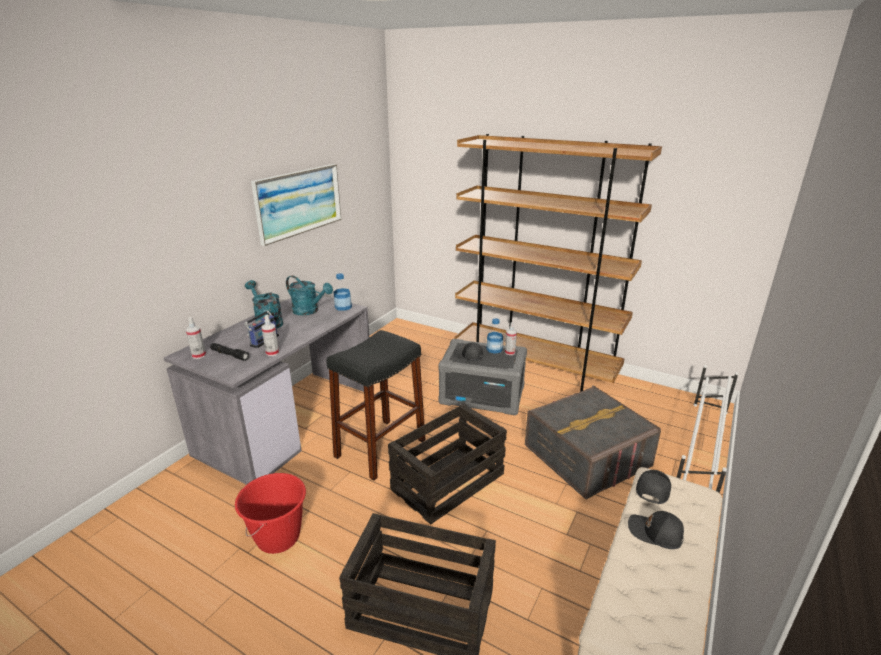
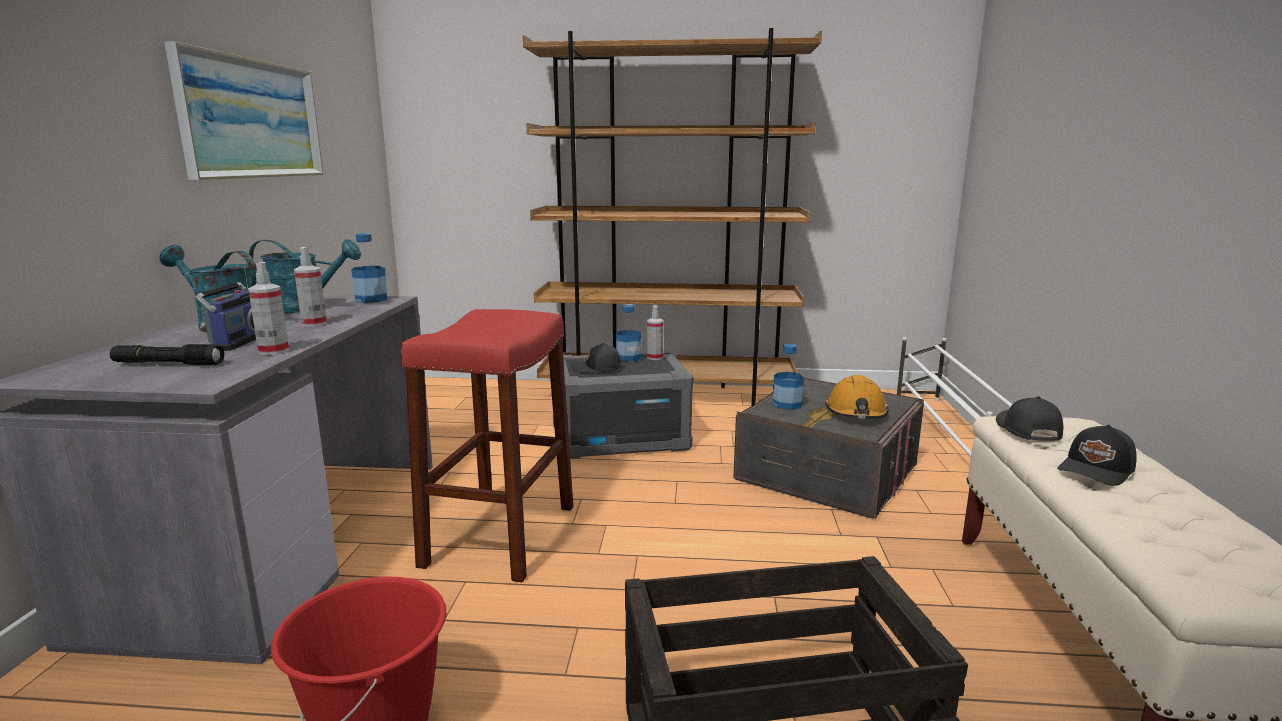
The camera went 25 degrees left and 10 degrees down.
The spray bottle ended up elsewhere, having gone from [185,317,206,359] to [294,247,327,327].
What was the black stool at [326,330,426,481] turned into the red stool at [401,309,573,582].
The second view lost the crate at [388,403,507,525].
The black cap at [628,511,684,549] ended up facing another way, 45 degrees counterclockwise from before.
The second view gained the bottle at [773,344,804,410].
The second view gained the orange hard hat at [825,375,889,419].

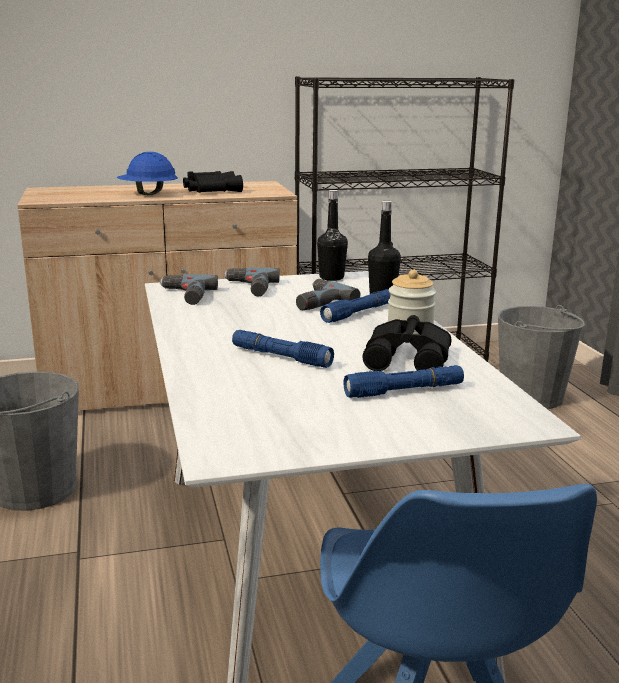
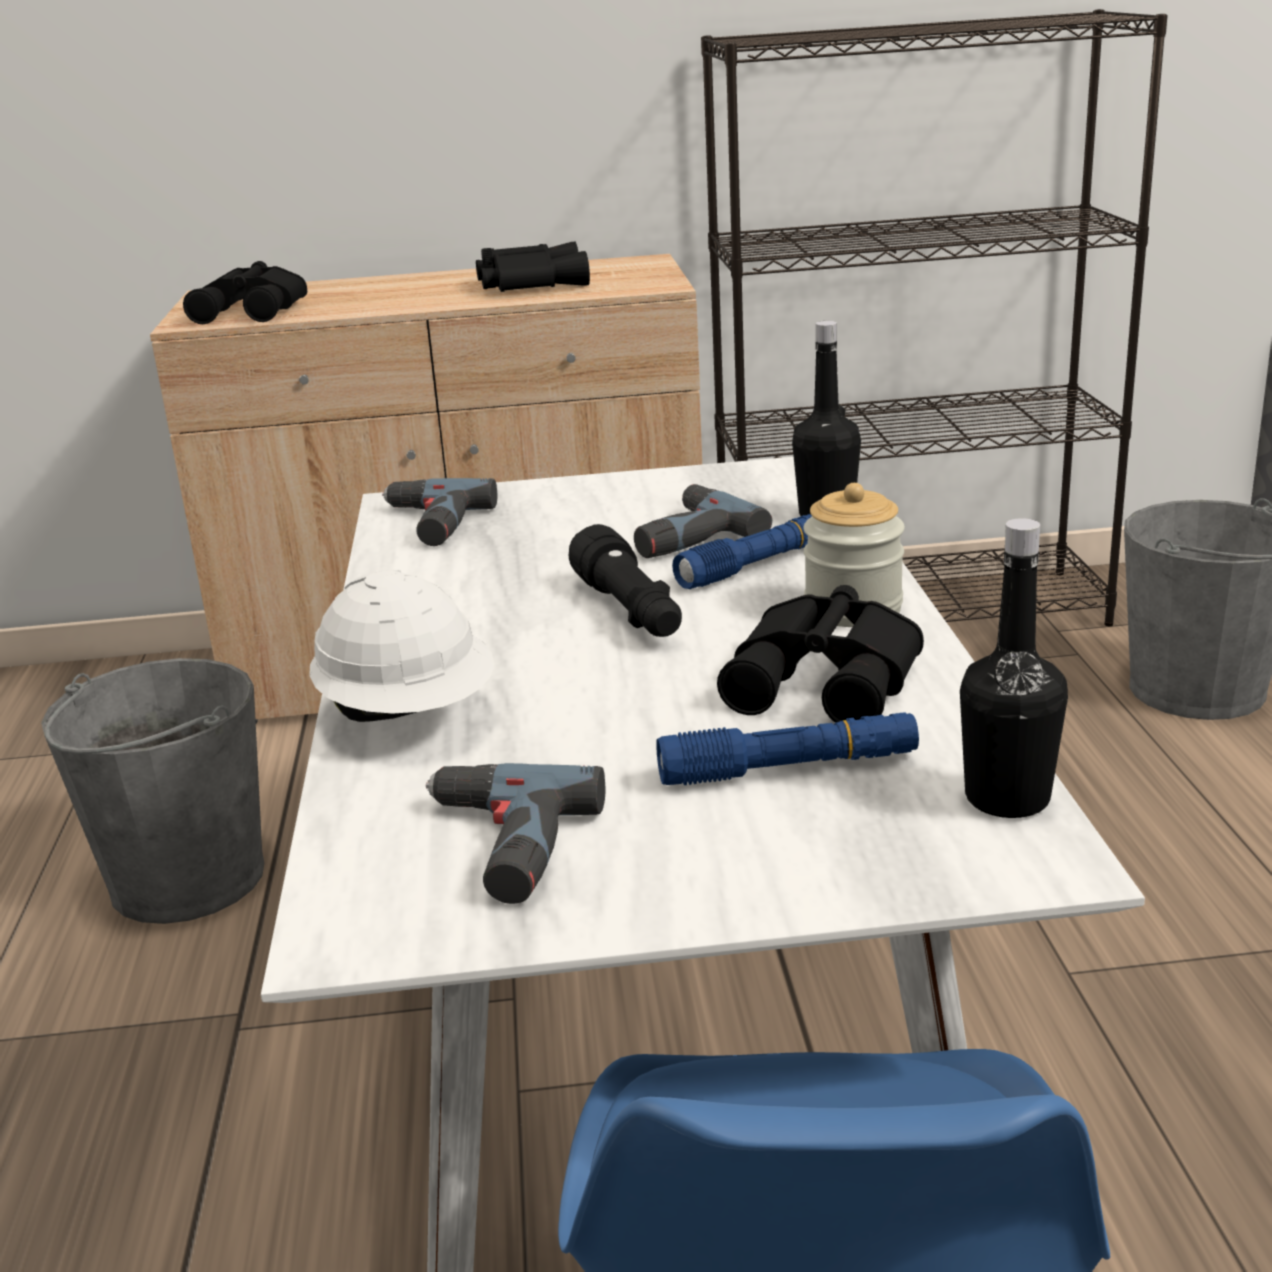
The camera went 10 degrees right and 5 degrees up.
The second view lost the blue hard hat at [117,152,178,195].
The power drill ended up elsewhere, having gone from [224,267,280,296] to [426,763,605,904].
The second view lost the blue flashlight at [232,330,334,368].
The black bottle ended up elsewhere, having gone from [317,190,348,281] to [960,518,1068,818].
The second view gained the black binoculars at [183,261,307,324].
The second view gained the white hard hat at [309,570,494,722].
The second view gained the black flashlight at [569,524,682,637].

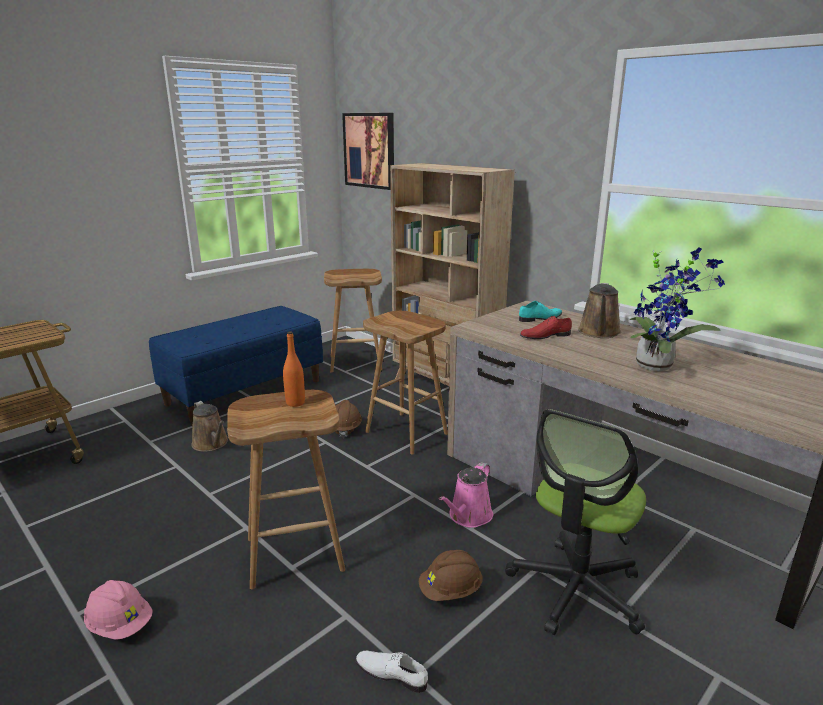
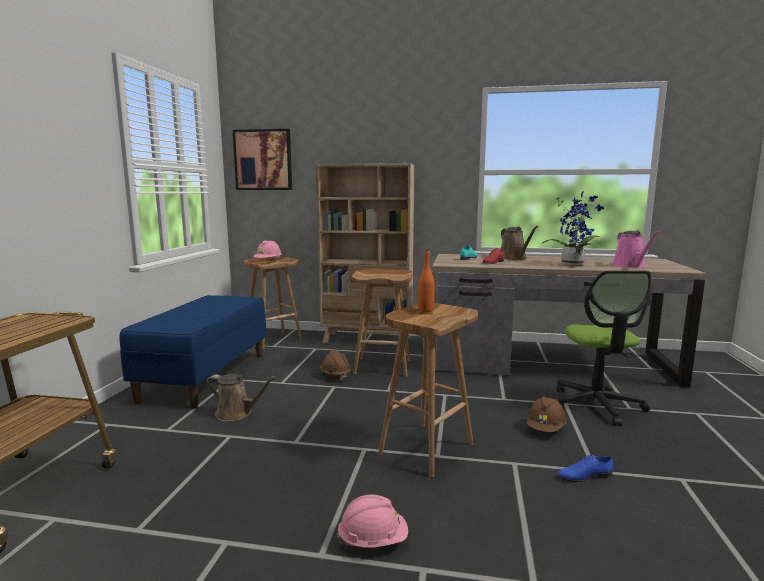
The camera went 35 degrees left and 10 degrees down.
What was the white shoe at [355,651,428,693] turned into the blue shoe at [557,454,613,482].
The pink watering can ended up elsewhere, having gone from [439,462,493,528] to [613,230,659,268].
The second view gained the pink hard hat at [253,241,282,260].

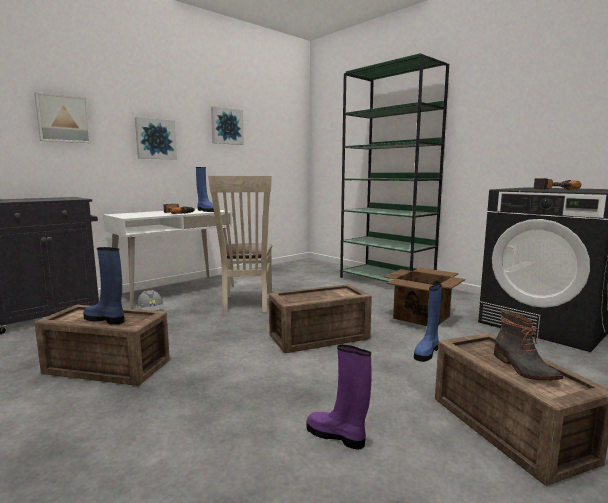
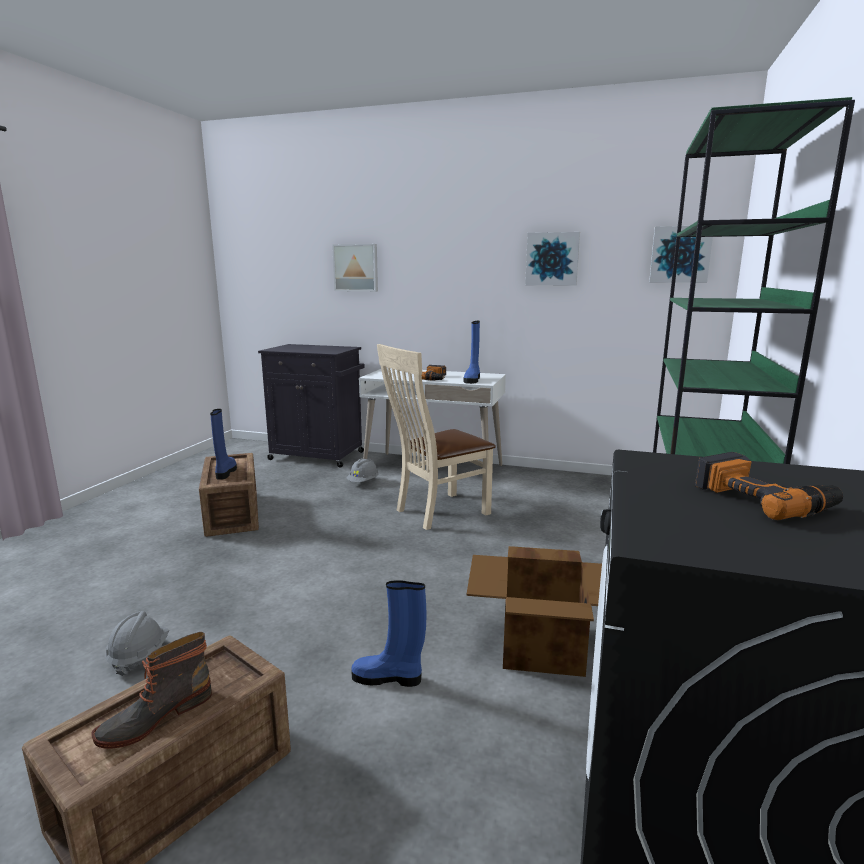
The camera went 60 degrees right and 5 degrees up.
The picture ended up elsewhere, having gone from [135,117,177,159] to [649,226,713,283].
The second view lost the crate at [269,284,372,353].
Where the purple boot stood at [306,345,371,450], the grey hard hat came to stand at [105,611,169,676].

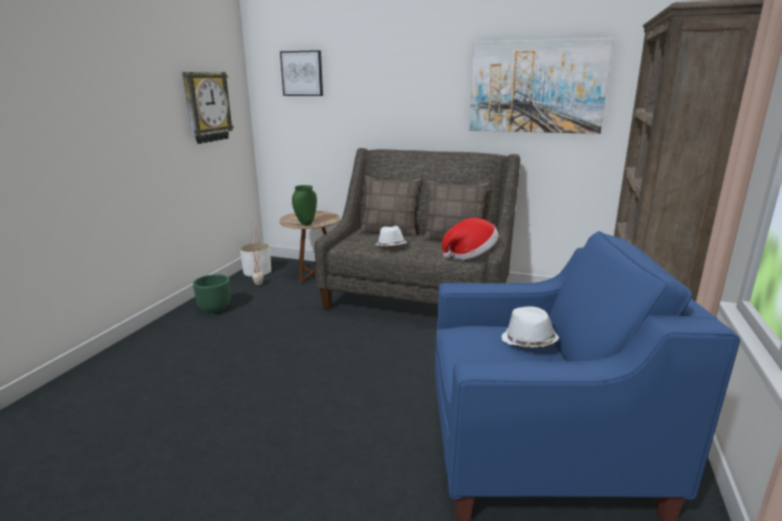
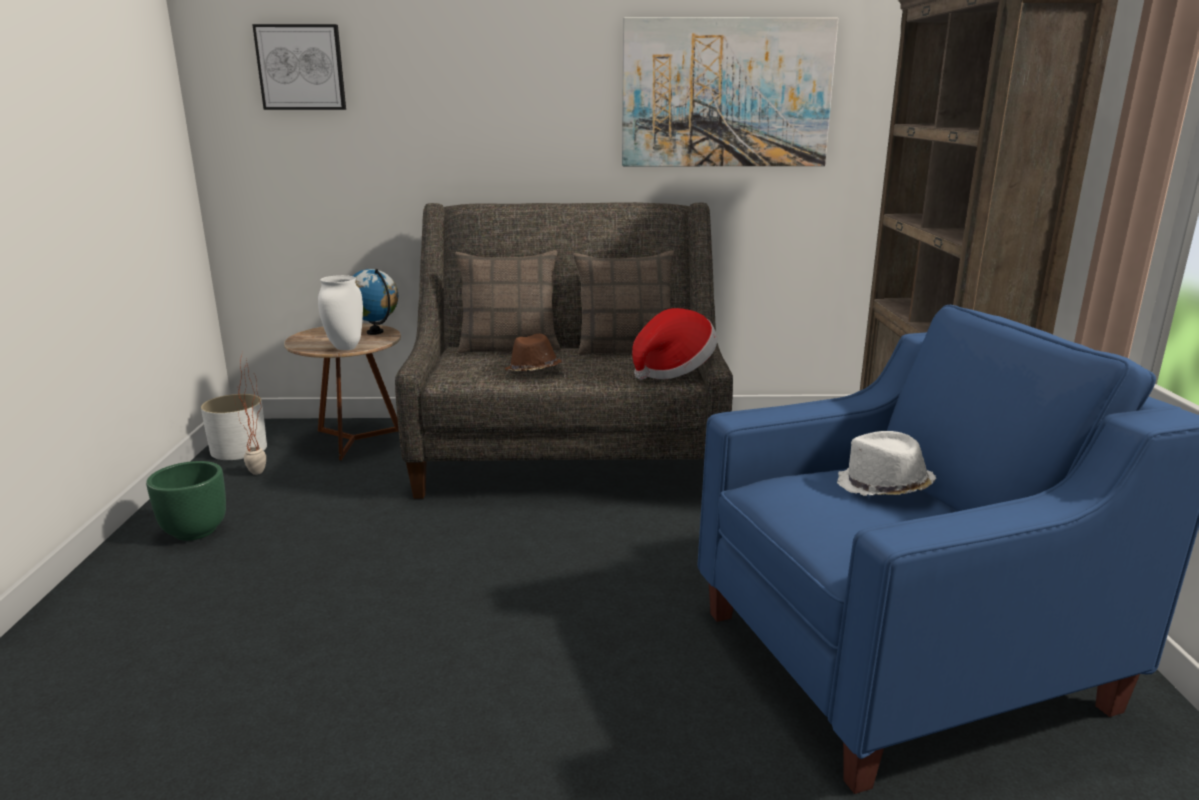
The camera went 20 degrees left and 0 degrees up.
The second view lost the wall clock at [182,72,234,144].
What was the green vase at [292,185,317,225] turned into the white vase at [318,275,363,350].
What was the white hat at [375,226,407,246] turned into the brown hat at [505,334,562,371].
The second view gained the globe at [353,269,399,335].

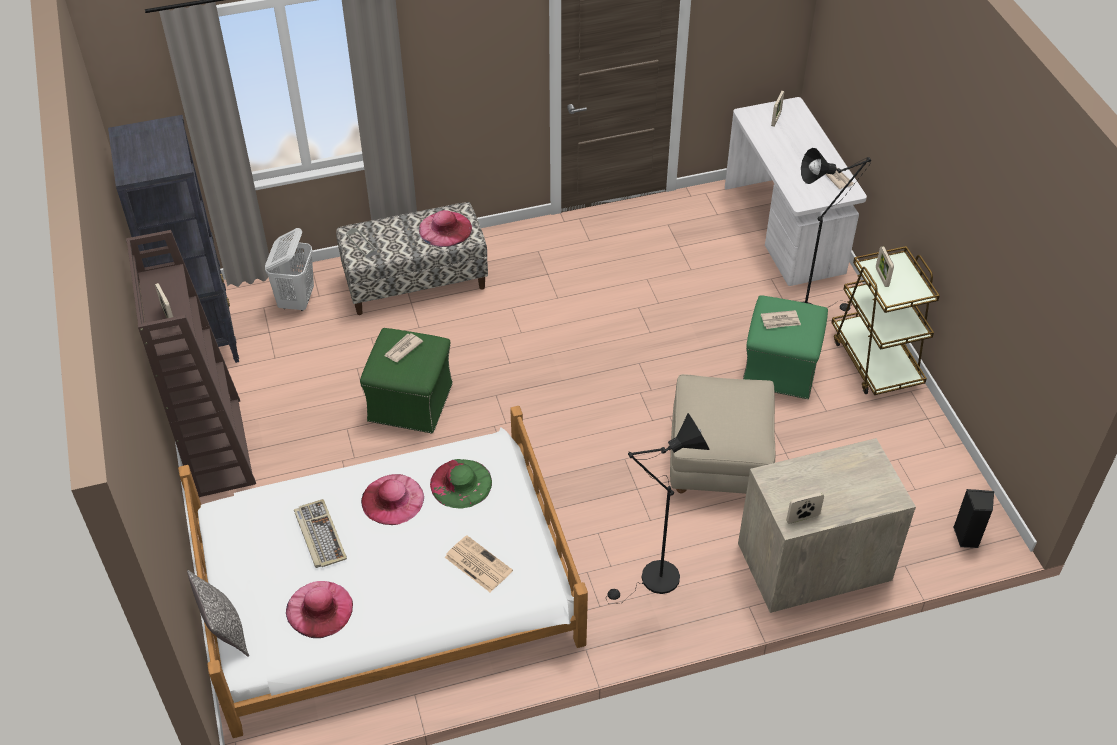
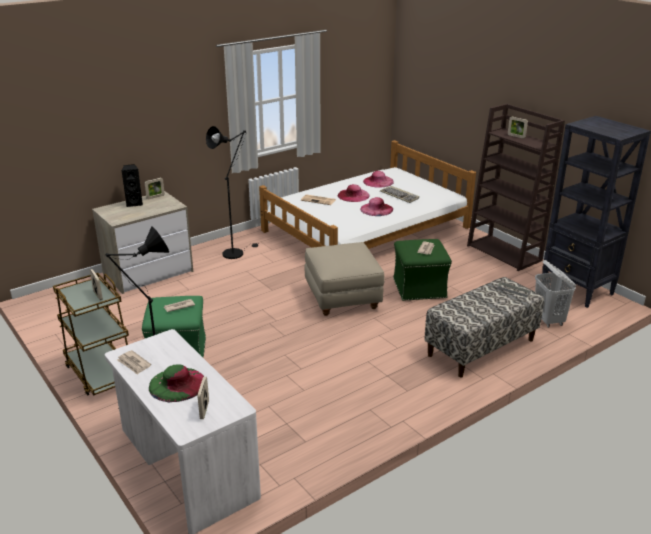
The camera went 160 degrees right and 20 degrees down.
The second view lost the pillow at [187,570,249,657].
The pink hat ended up elsewhere, having gone from [419,210,472,247] to [337,184,370,202].
The green hat ended up elsewhere, having gone from [430,459,492,509] to [149,364,204,403].
The beige ottoman ended up elsewhere, having gone from [670,374,775,494] to [304,242,385,316].
The black speaker ended up elsewhere, having gone from [953,489,994,548] to [122,164,143,207].

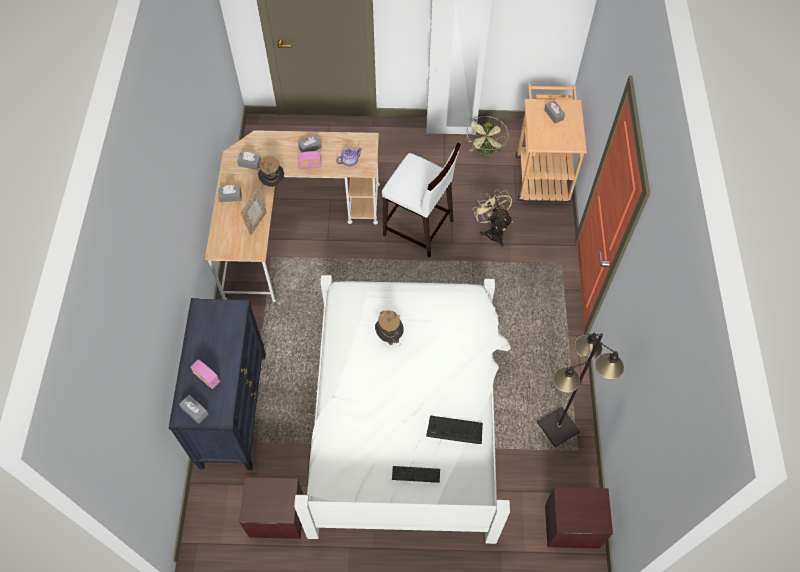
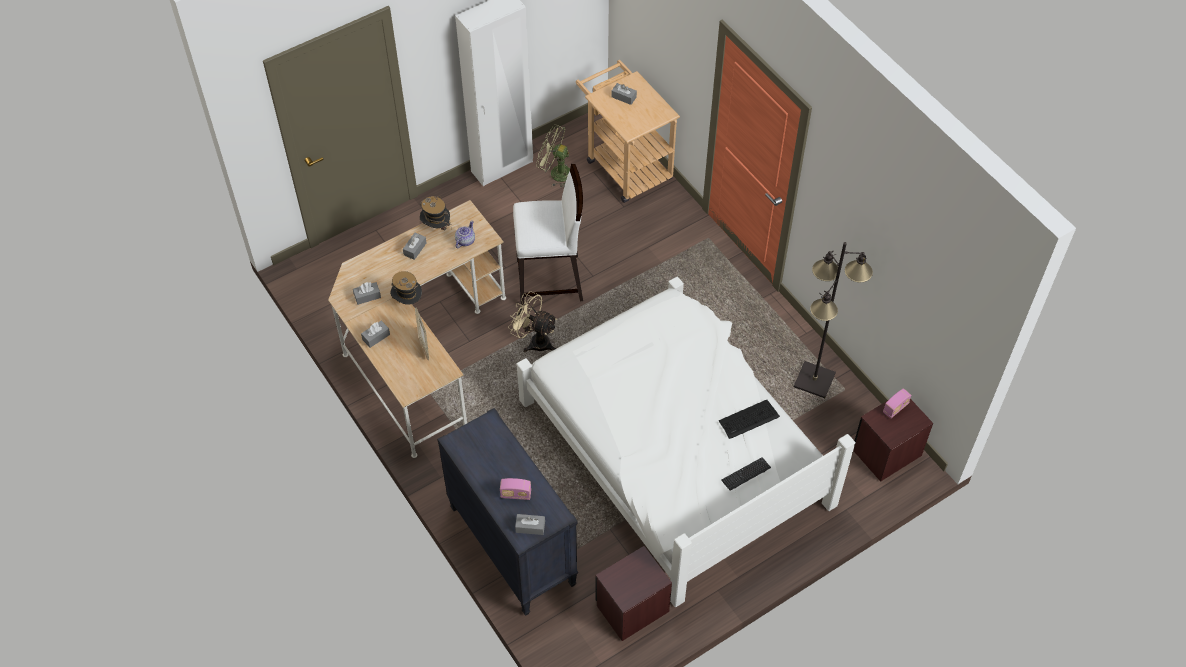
The camera went 35 degrees left and 5 degrees down.
The radio ended up elsewhere, having gone from [298,151,322,169] to [883,388,911,418].
The hat ended up elsewhere, having gone from [375,310,404,345] to [420,196,452,230].
The green fan at [466,116,509,155] ended up facing another way, 135 degrees clockwise from before.
The beige fan ended up elsewhere, having gone from [473,189,513,247] to [508,291,557,352].

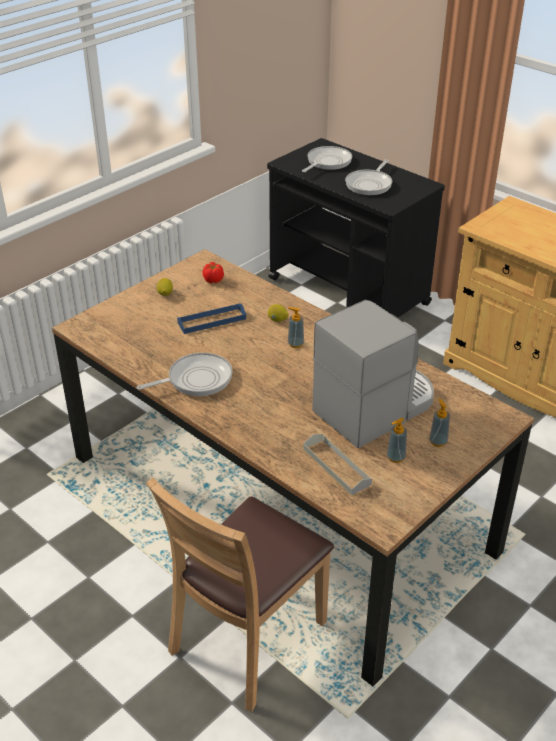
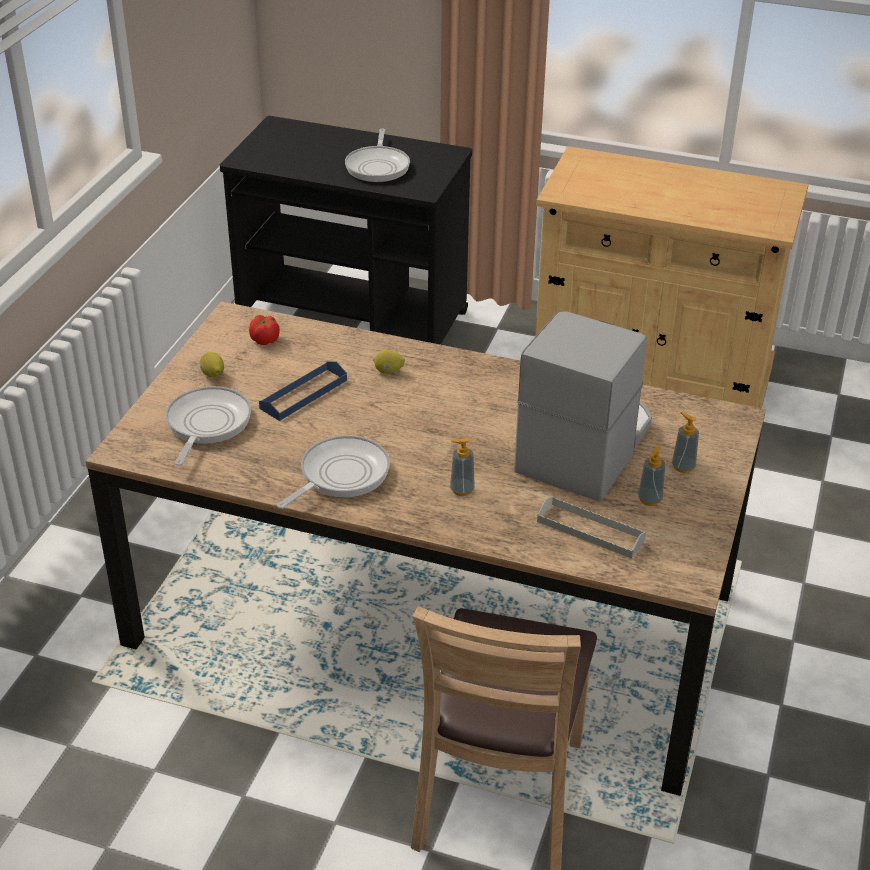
The camera went 25 degrees left and 0 degrees up.
The soap dispenser ended up elsewhere, having gone from [288,307,304,348] to [450,438,475,496].
The frying pan ended up elsewhere, having gone from [302,146,352,172] to [166,386,251,466].

